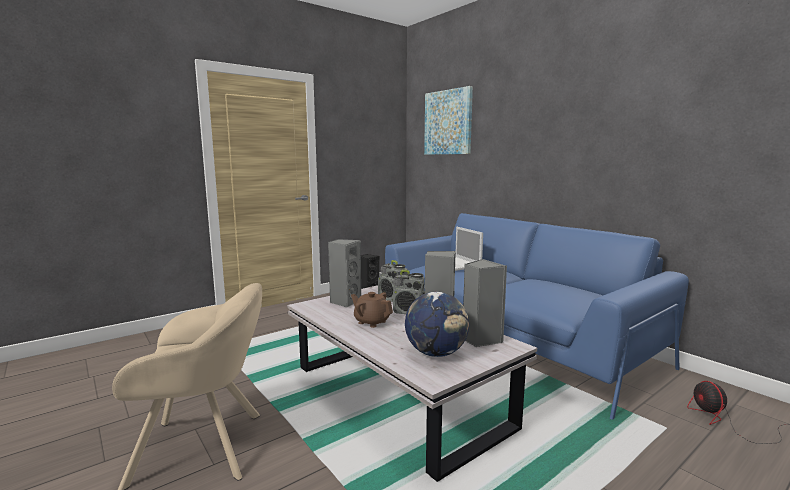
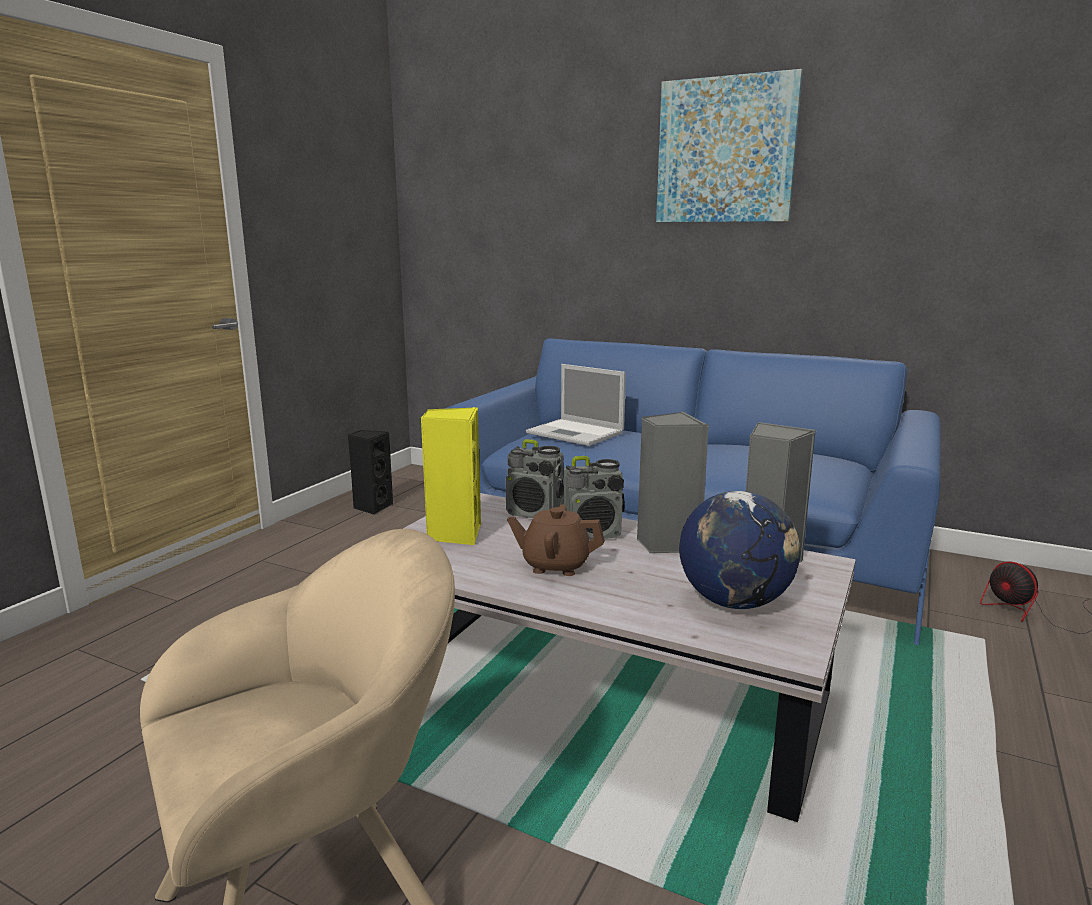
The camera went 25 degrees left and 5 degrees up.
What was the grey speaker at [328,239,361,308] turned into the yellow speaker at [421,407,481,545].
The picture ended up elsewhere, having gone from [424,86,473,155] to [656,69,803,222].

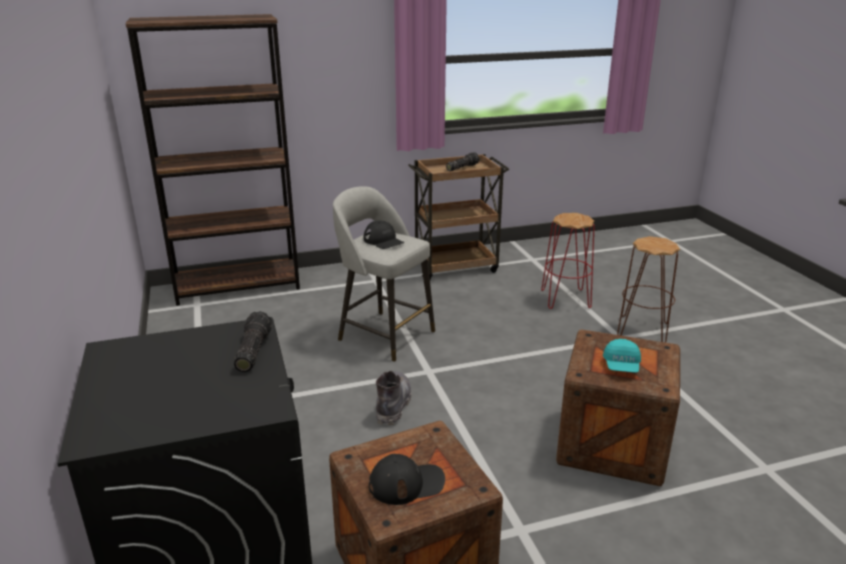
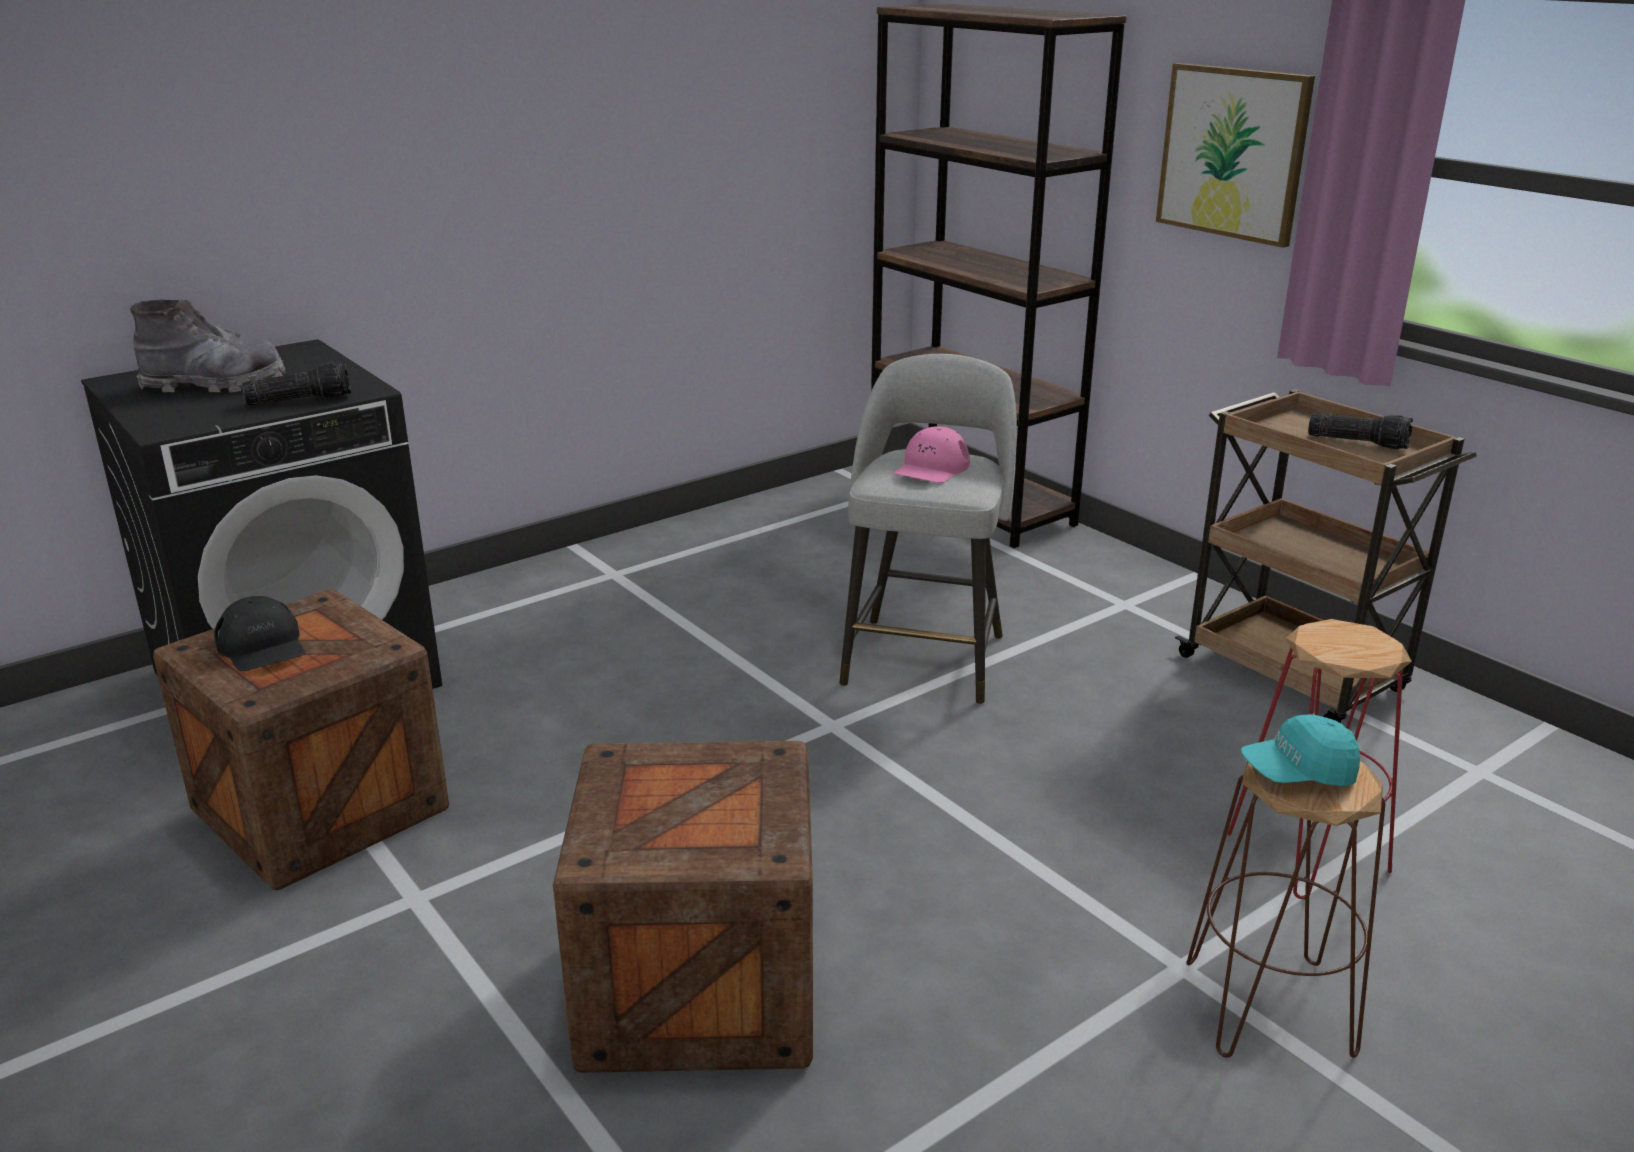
The camera went 70 degrees right and 0 degrees up.
What was the black cap at [364,220,404,249] turned into the pink cap at [894,426,970,483].
The grey boot ended up elsewhere, having gone from [376,371,412,425] to [130,299,285,393].
The turquoise cap ended up elsewhere, having gone from [603,339,641,373] to [1241,714,1360,786].
The second view gained the picture at [1156,63,1315,248].

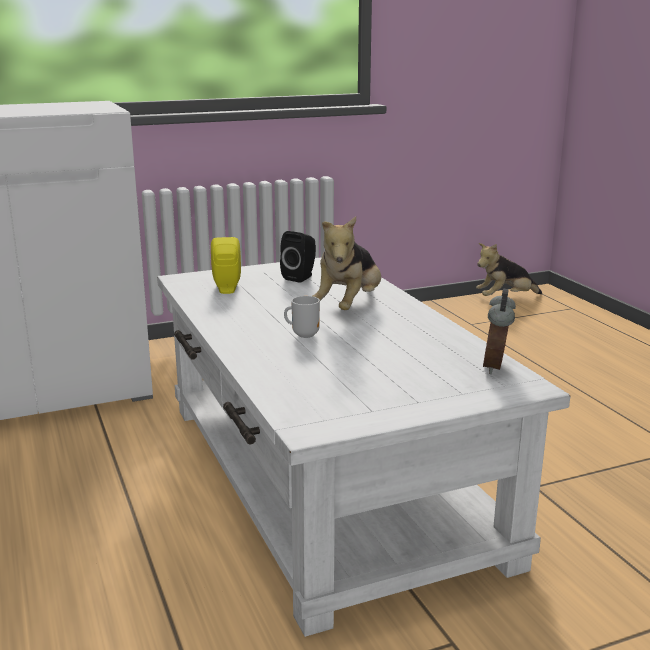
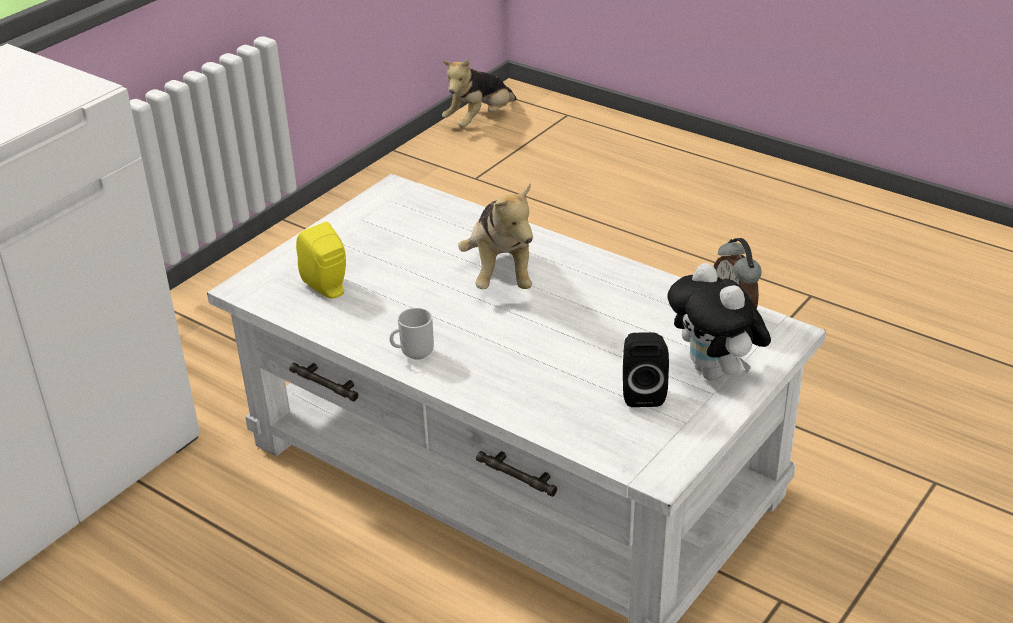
The camera went 30 degrees left and 15 degrees up.
The black speaker ended up elsewhere, having gone from [280,231,316,283] to [623,332,669,407].
The mug ended up elsewhere, having gone from [284,296,320,338] to [390,308,434,360].
The second view gained the plush toy at [668,263,771,380].

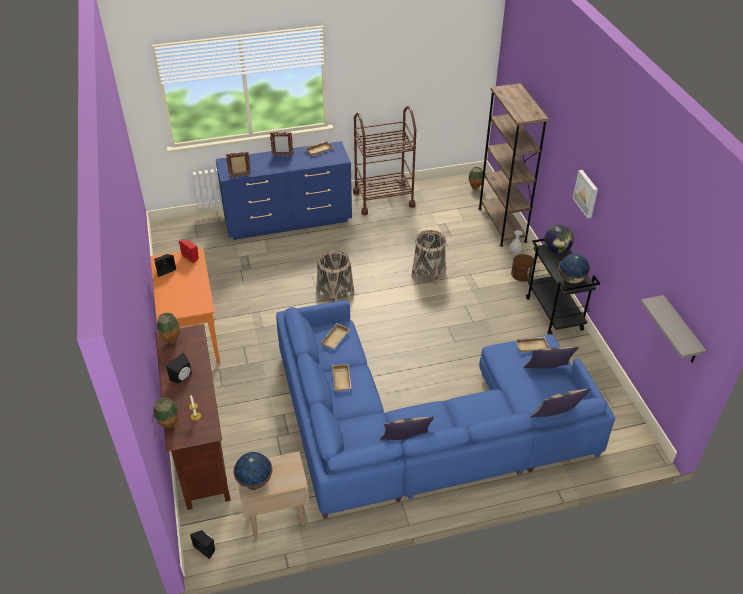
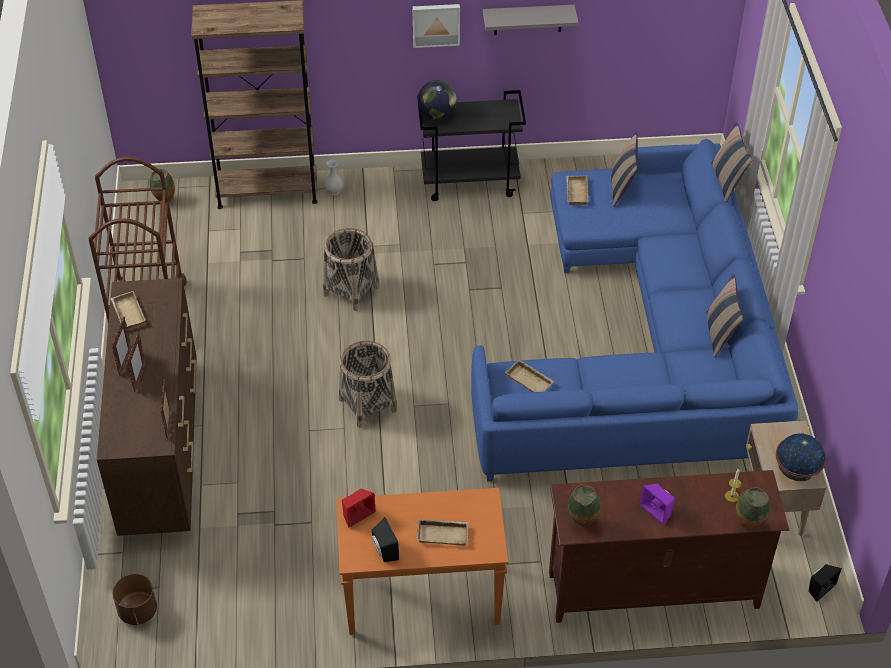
The camera went 80 degrees left and 5 degrees up.
What was the black speaker at [166,352,192,384] turned into the purple speaker at [640,484,675,525].
What was the blue dresser at [216,141,352,240] turned into the brown dresser at [97,278,197,536].
The beige tray ended up elsewhere, having gone from [332,364,352,392] to [417,519,469,546].
The brown planter ended up elsewhere, having gone from [511,254,534,282] to [112,574,157,625].
The second view lost the globe at [559,254,590,283].
The grey shelf ended up elsewhere, having gone from [641,295,706,363] to [483,5,579,35].
The second view gained the picture frame at [127,332,146,392].

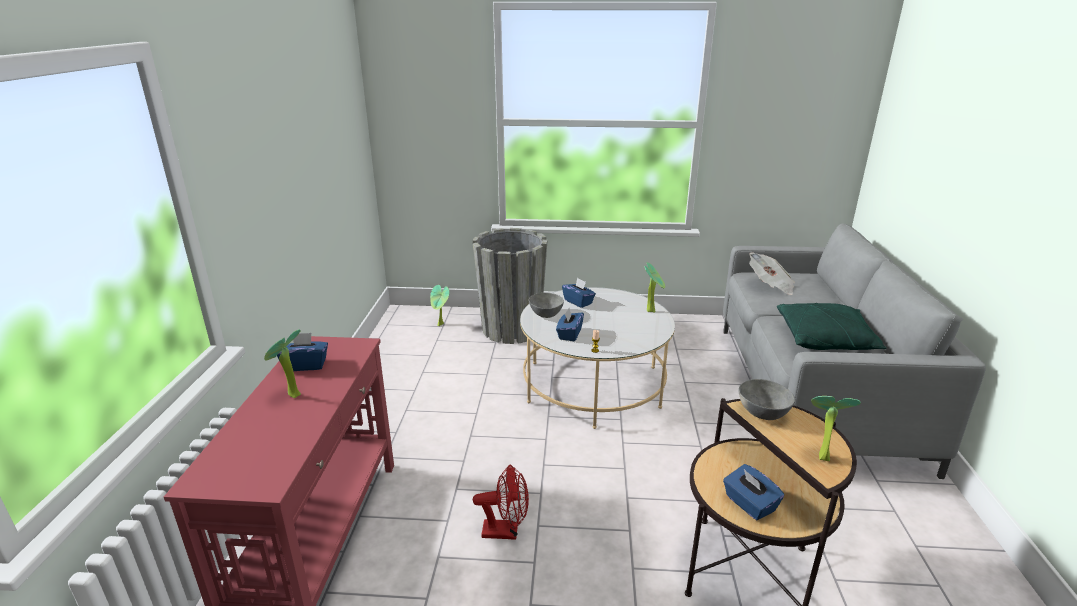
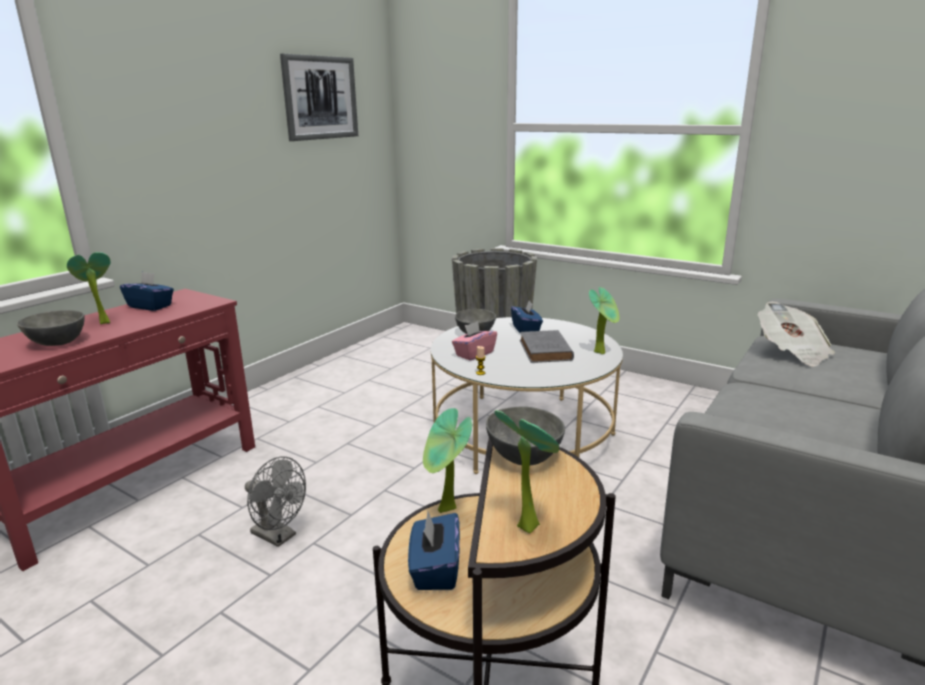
The camera went 30 degrees right and 5 degrees down.
The potted plant ended up elsewhere, having gone from [430,285,449,326] to [423,408,472,513].
What was the red fan at [473,465,529,540] turned into the grey fan at [245,456,306,547].
What was the blue tissue box at [556,308,584,341] turned into the pink tissue box at [452,321,497,361].
The second view lost the green pillow at [777,303,887,350].
The second view gained the grey bowl at [17,310,85,346].
The second view gained the picture at [280,54,358,141].
The second view gained the grey book at [520,330,574,363].

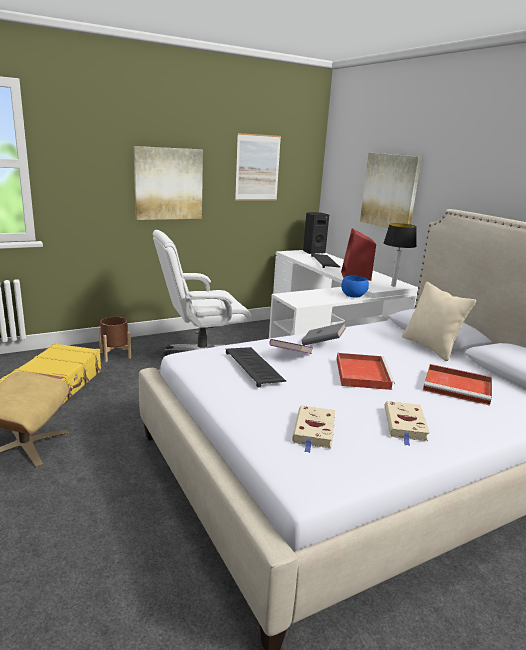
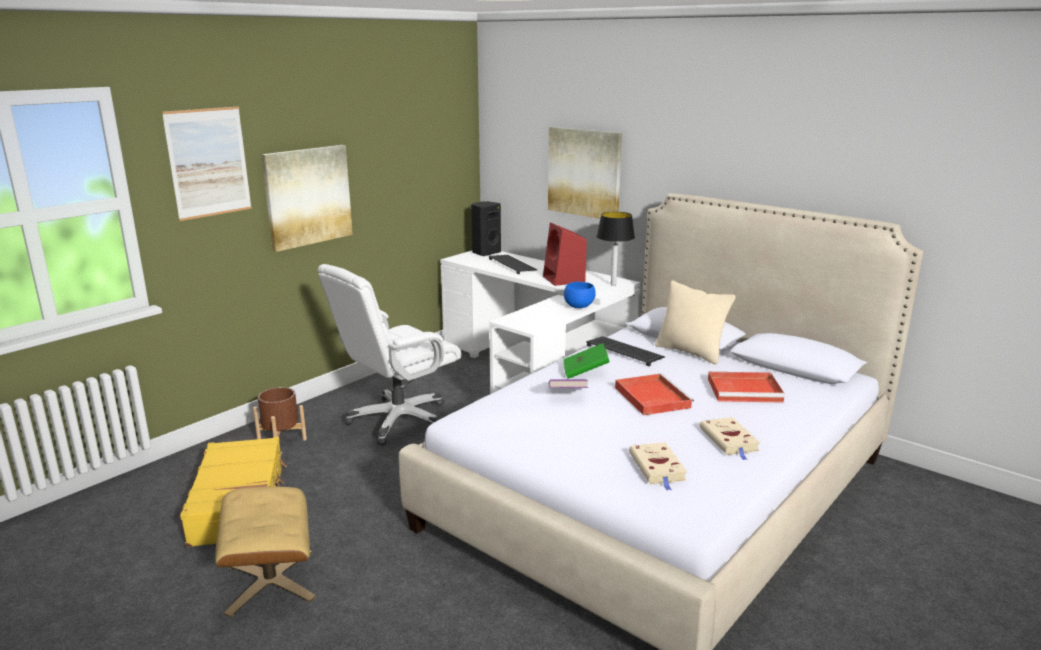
The camera went 20 degrees left and 0 degrees up.
The keyboard ended up elsewhere, having gone from [225,347,286,387] to [586,336,665,366].
The picture ended up elsewhere, having gone from [235,133,281,201] to [162,107,252,221].
What was the grey book at [301,322,346,346] turned into the green book at [563,343,609,379].

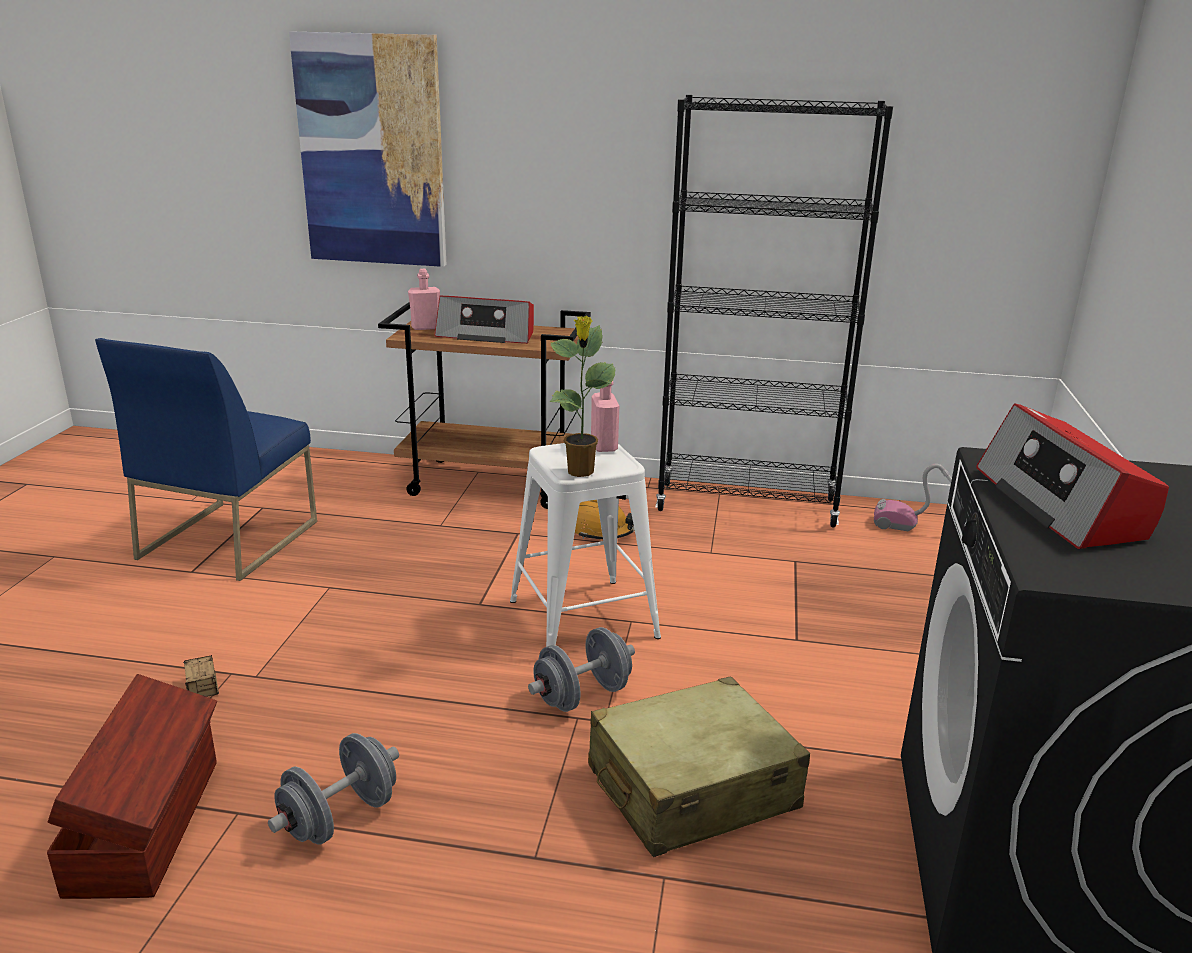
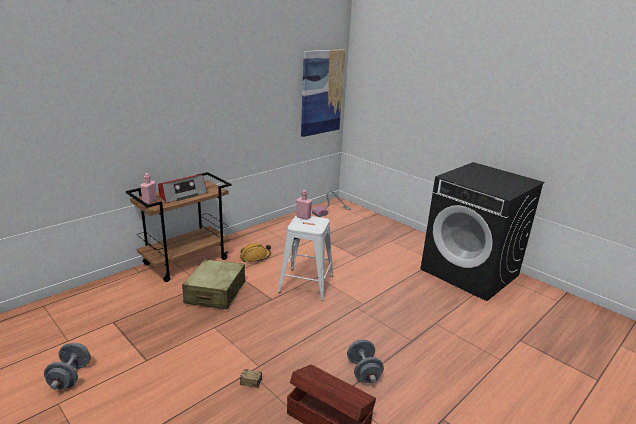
The camera went 55 degrees left and 0 degrees up.
The second view lost the blue chair at [95,338,317,581].
The picture ended up elsewhere, having gone from [289,31,447,267] to [301,49,346,137].
The grey dumbbell ended up elsewhere, having gone from [528,627,635,712] to [44,343,91,389].
The second view lost the potted plant at [550,316,616,477].
The beige suitcase ended up elsewhere, having gone from [588,676,810,857] to [182,259,245,309].
The second view lost the black bookcase at [656,95,893,528].
The second view lost the radio at [976,403,1169,549].

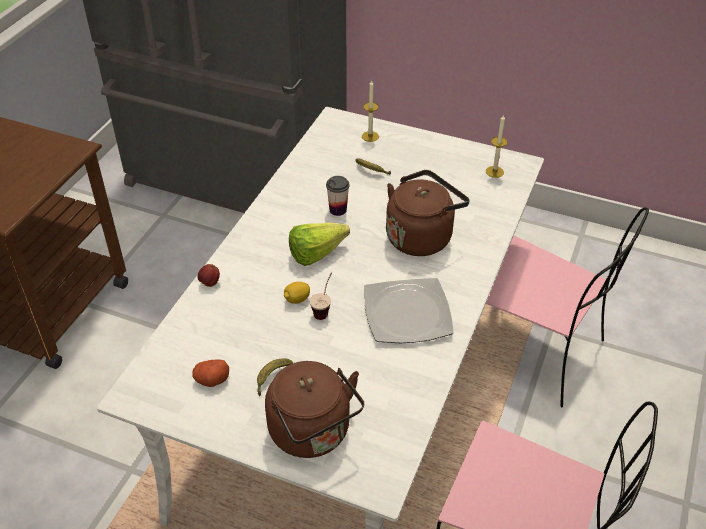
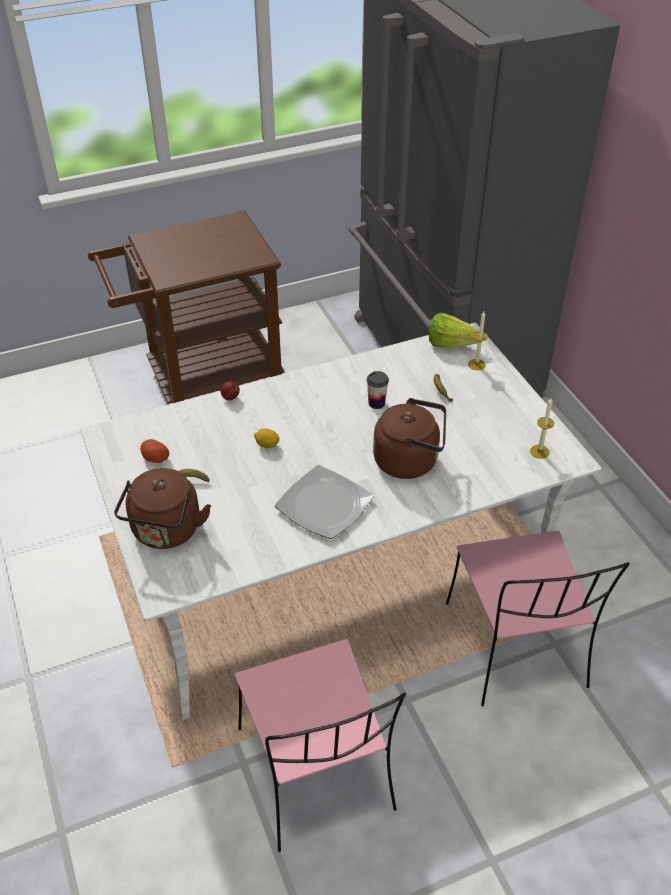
The camera went 45 degrees right and 0 degrees up.
The lettuce ended up elsewhere, having gone from [289,223,350,266] to [429,313,479,348].
The second view lost the cup at [310,272,332,320].

